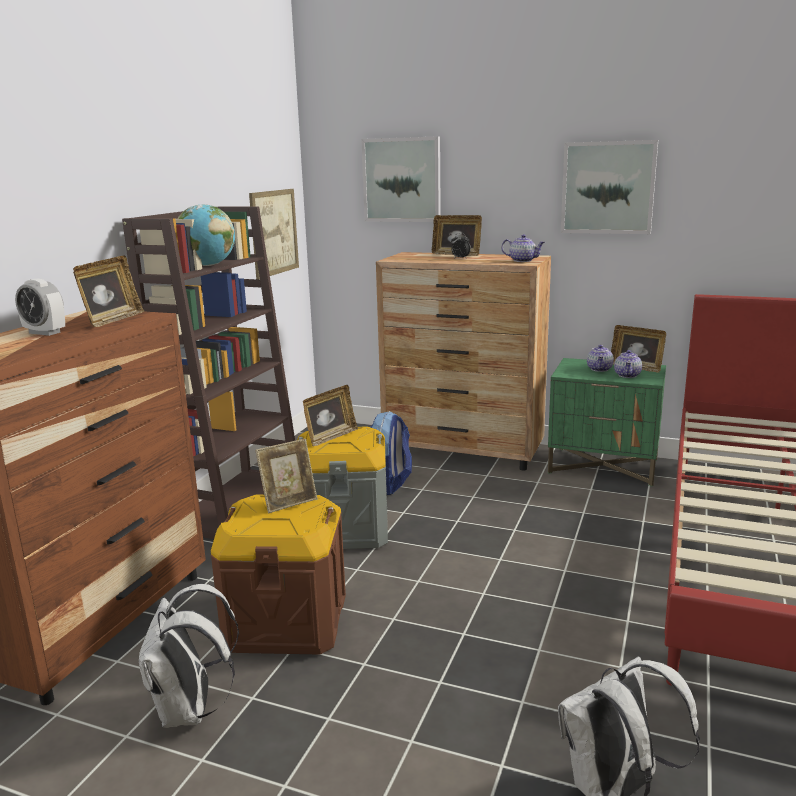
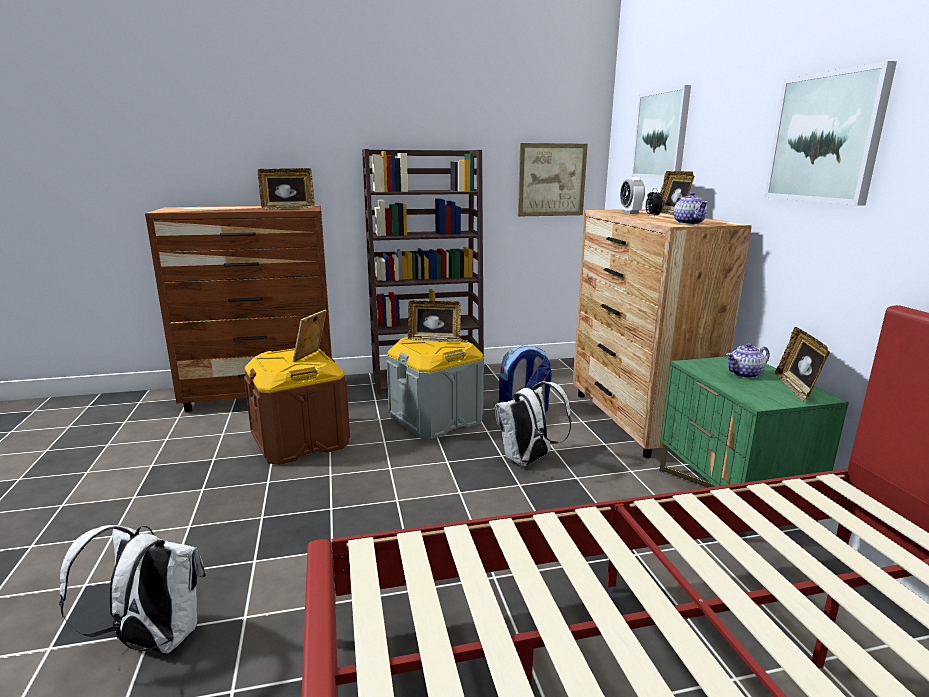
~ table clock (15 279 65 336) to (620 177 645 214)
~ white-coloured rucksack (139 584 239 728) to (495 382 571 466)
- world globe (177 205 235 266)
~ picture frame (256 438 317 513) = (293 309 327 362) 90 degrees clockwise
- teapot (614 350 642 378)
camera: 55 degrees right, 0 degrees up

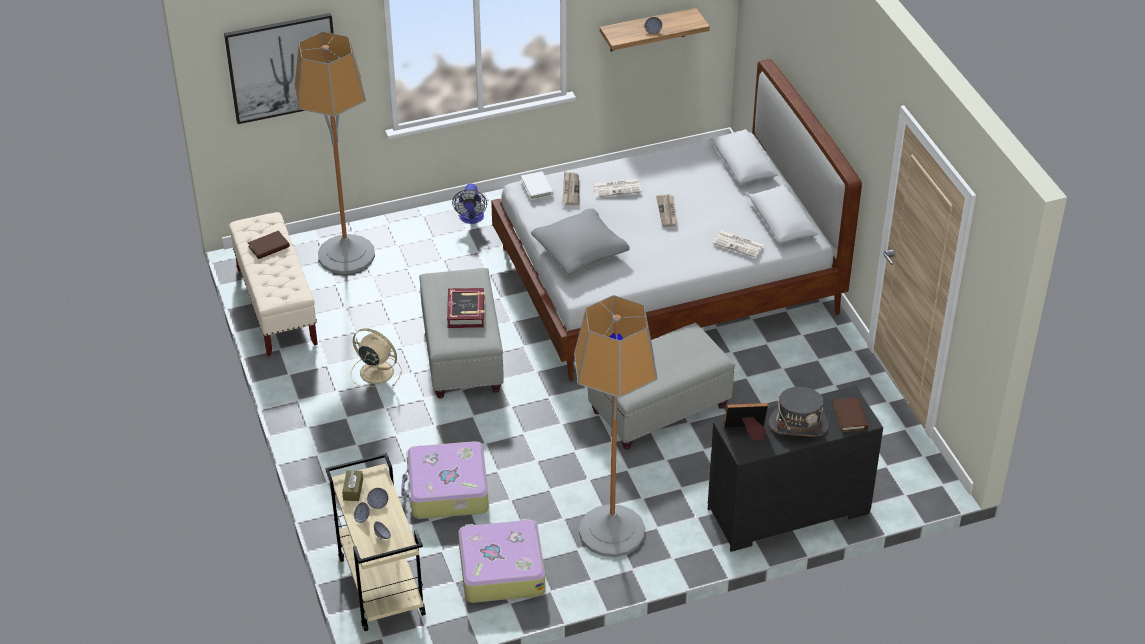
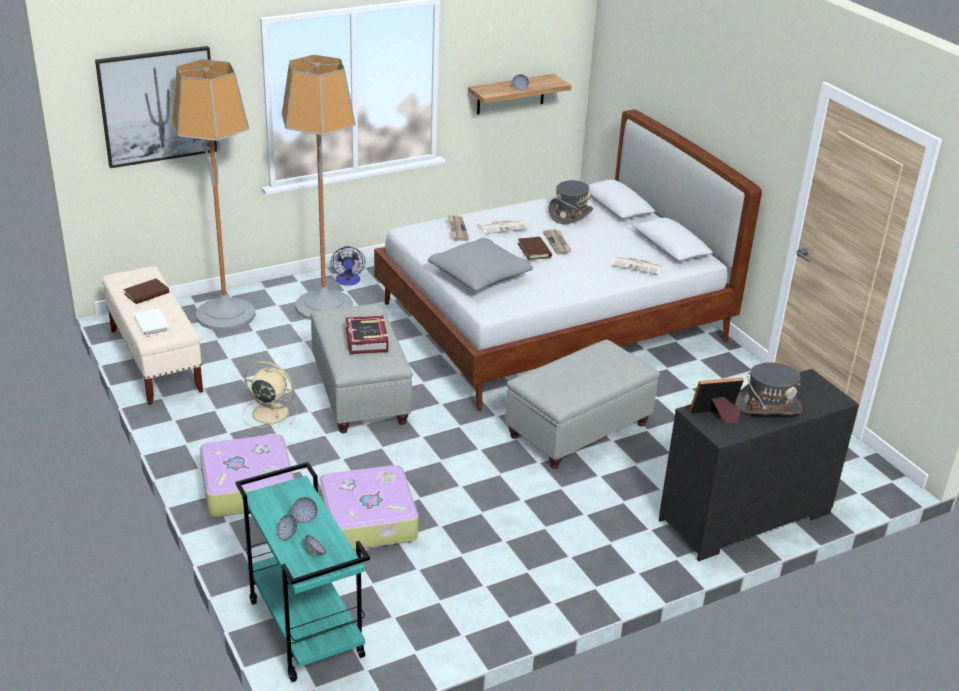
~ beige-coloured trolley (325 453 426 631) to turquoise trolley (236 462 370 682)
- brownish tissue holder (342 470 363 501)
~ travel case (458 519 545 603) to (200 433 294 517)
~ white-coloured book (521 171 553 200) to (134 308 170 337)
~ floor lamp (574 295 658 557) to (282 55 356 320)
~ brownish book (832 398 868 432) to (518 237 552 260)
+ grey clothing hat (548 180 594 224)
camera: 10 degrees left, 10 degrees down

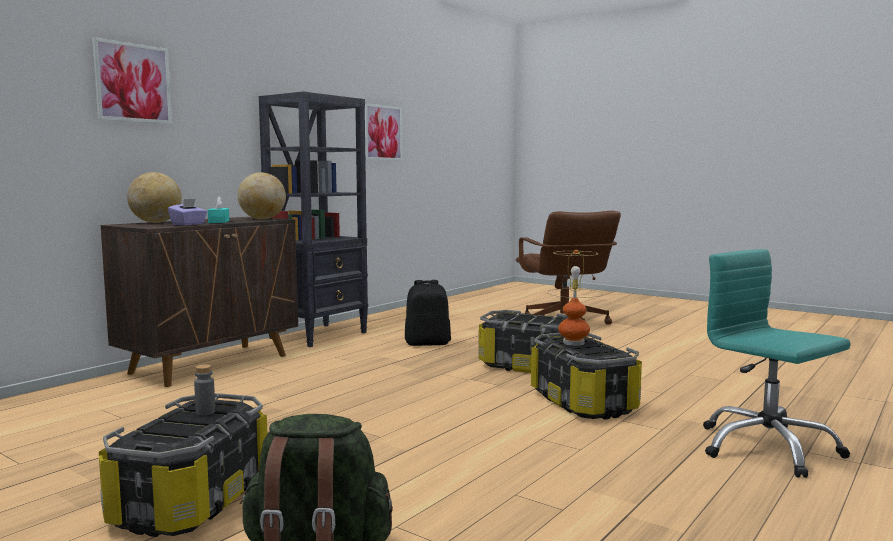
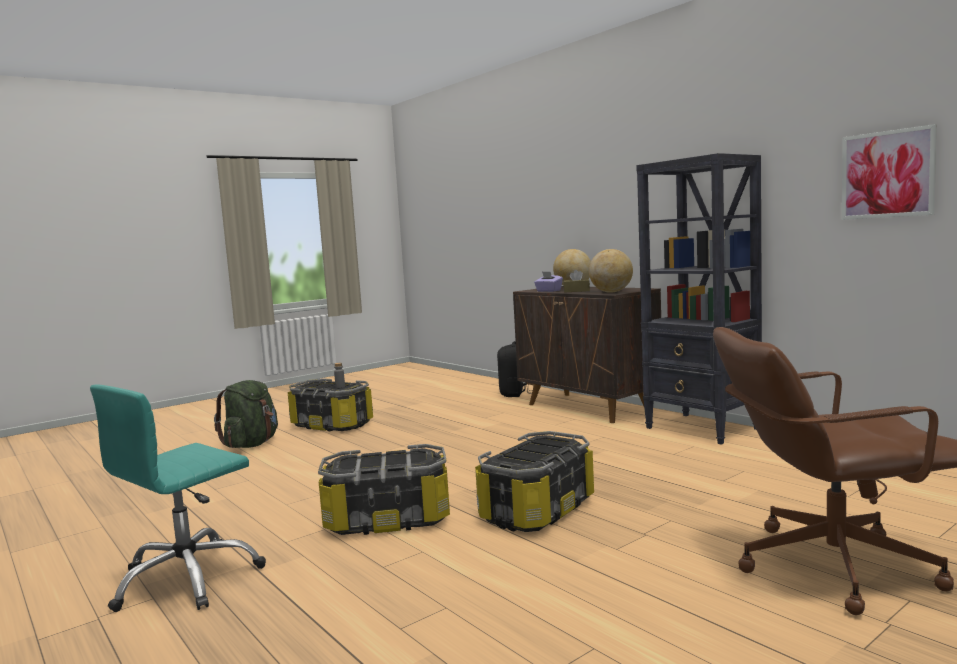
- wall art (92 37 172 124)
~ turquoise tissue holder (208 196 230 223) to brownish tissue holder (563 270 590 292)
~ black-coloured rucksack (405 280 451 346) to (497 341 532 397)
- lamp for a table (547 250 601 346)
~ turquoise office chair (703 249 851 478) = (90 384 266 612) 150 degrees clockwise
camera: 105 degrees right, 0 degrees up

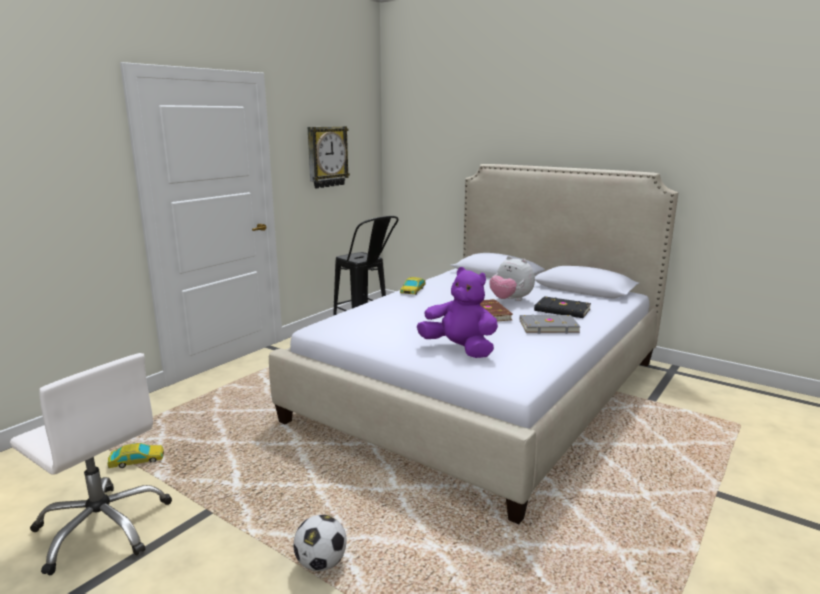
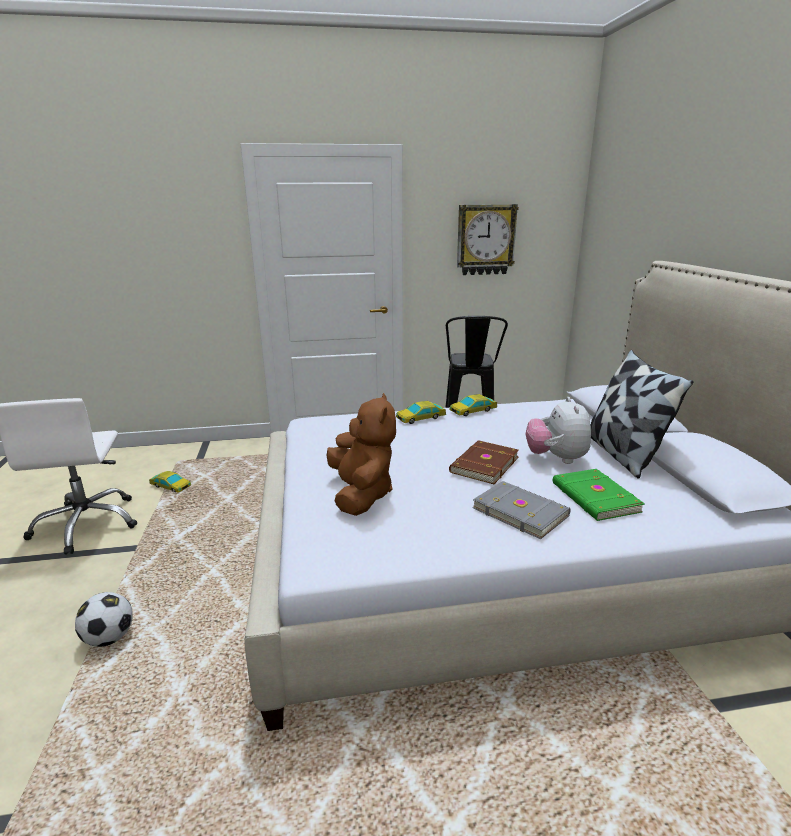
~ purple-coloured soft toy (417 267 498 358) to brownish soft toy (327 393 396 516)
~ black-coloured book (534 296 591 318) to greenish book (553 469 645 521)
+ model car (396 401 446 424)
+ cushion (591 350 694 479)
camera: 45 degrees right, 5 degrees up

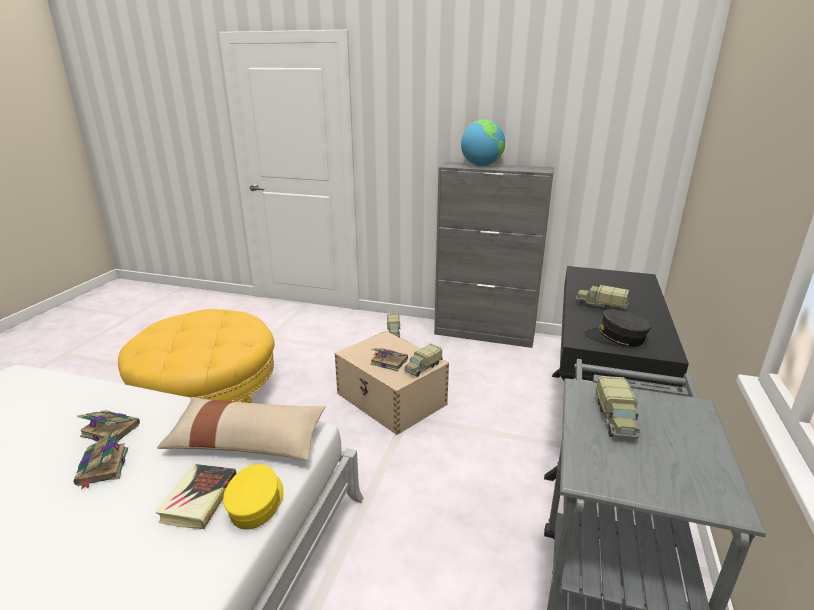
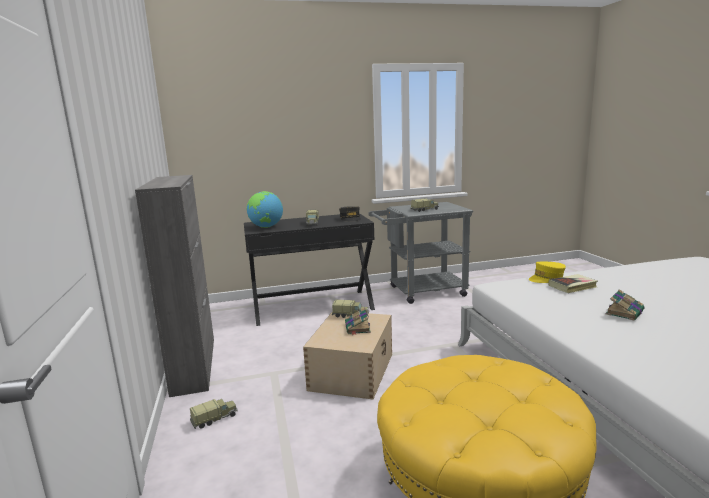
- book (77 410 140 443)
- beige-coloured cushion (157 397 326 461)
~ world globe (461 120 505 166) to (247 191 283 228)
camera: 120 degrees left, 10 degrees down

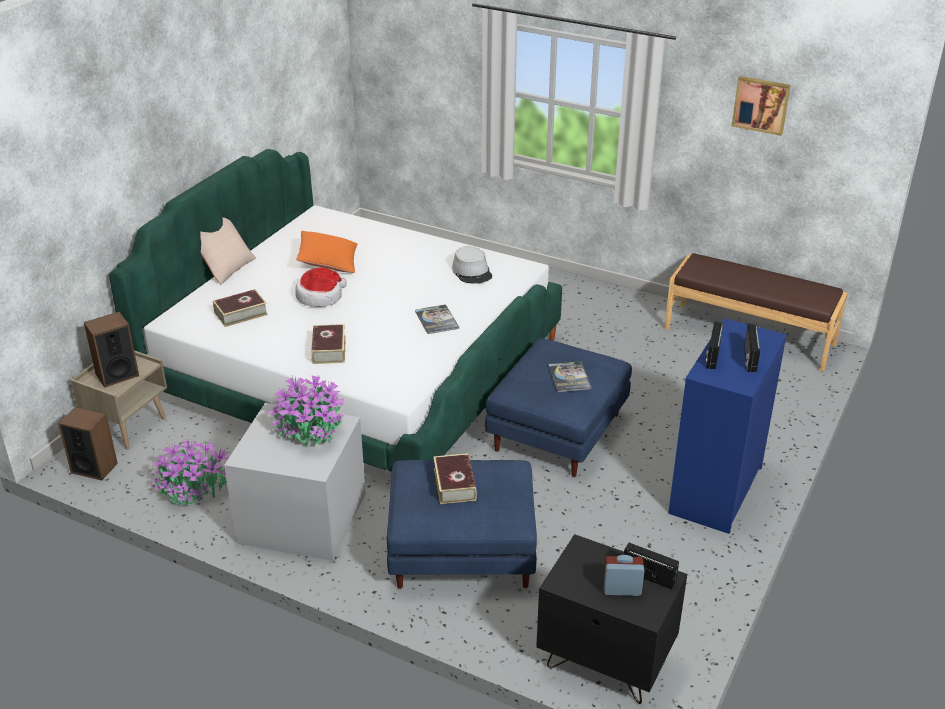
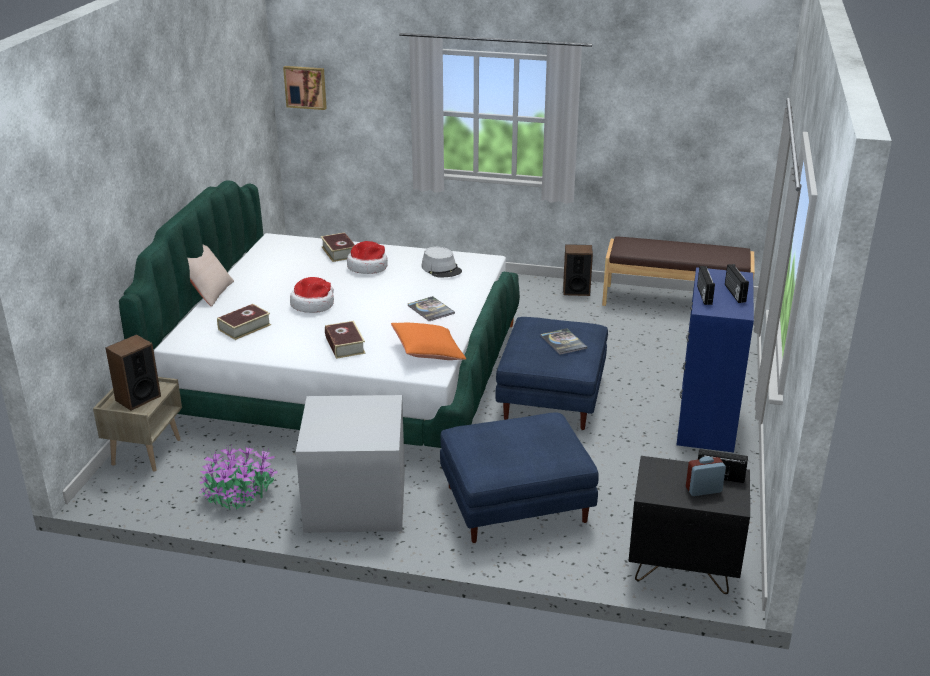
~ loudspeaker (58 407 118 480) to (563 244 593 296)
- houseplant (268 374 343 447)
~ orangey cushion (296 231 357 273) to (391 323 466 360)
~ book (433 453 477 504) to (321 232 355 262)
~ wall art (732 76 791 136) to (283 66 327 110)
+ clothing hat (347 241 388 274)
camera: 15 degrees left, 5 degrees down

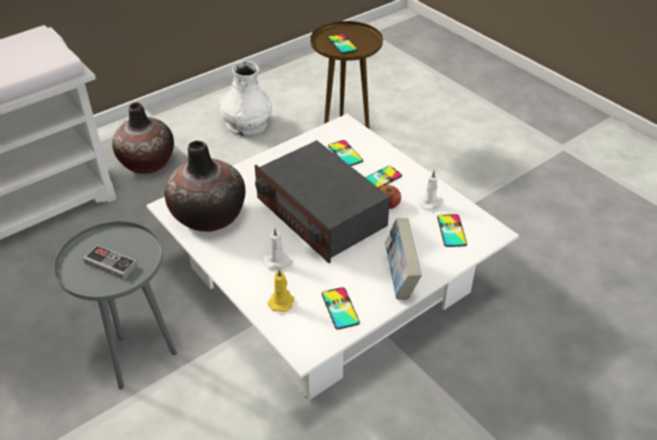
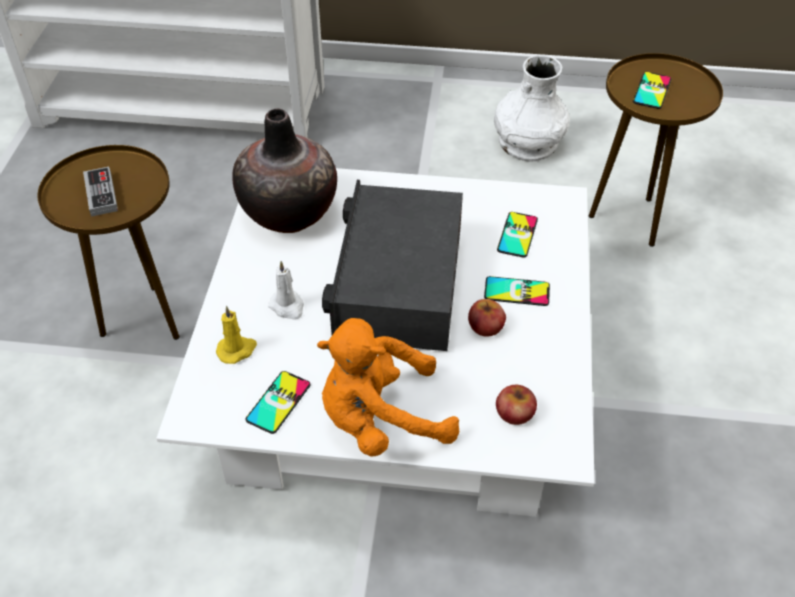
~ grey side table (54 221 177 389) to brownish side table (37 145 180 340)
- flower vase (112 102 174 174)
~ book (385 218 422 300) to orangey soft toy (317 318 459 457)
- white-coloured wax light (418 170 443 210)
~ handset (437 214 467 247) to apple fruit (496 385 537 425)
camera: 45 degrees right, 5 degrees up

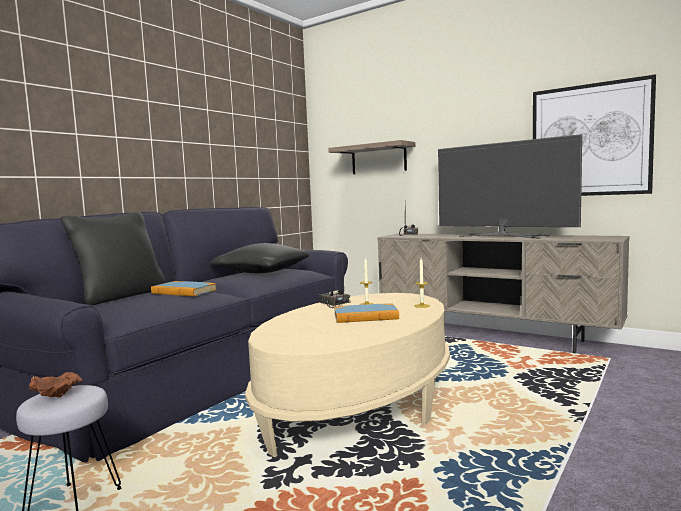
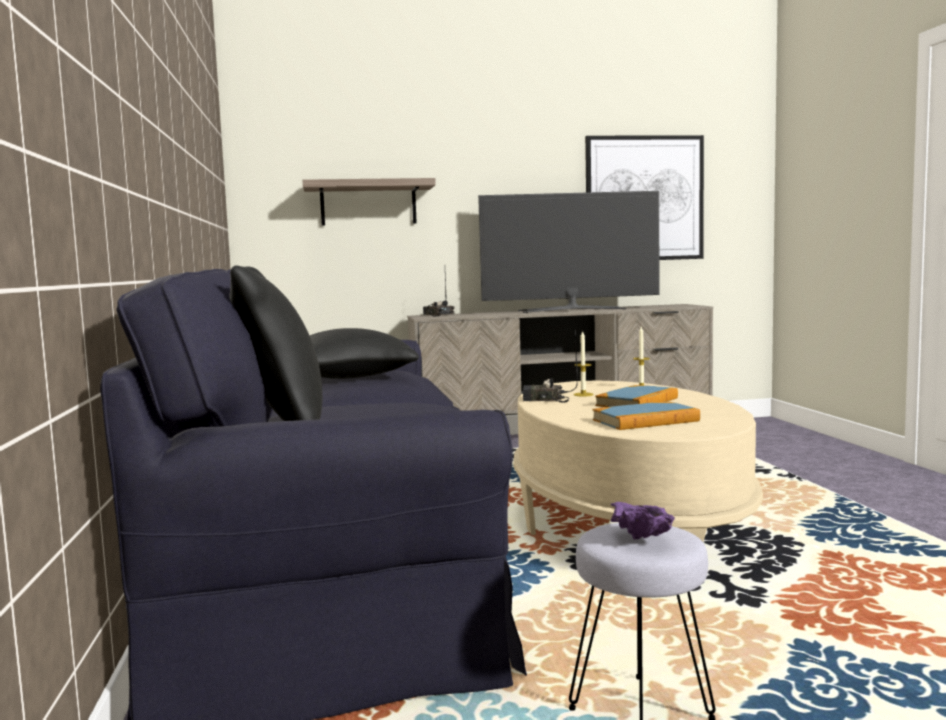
~ brownish bowl (29 372 82 397) to purple-coloured bowl (611 502 675 540)
~ book (151 281 217 296) to (593 402 700 430)
camera: 45 degrees left, 0 degrees up

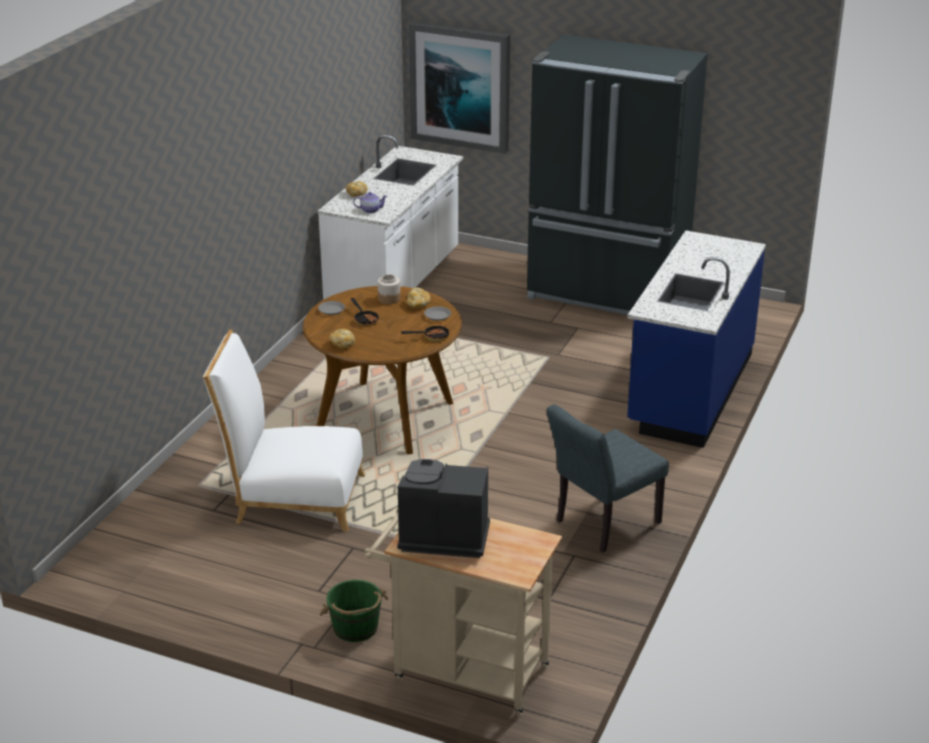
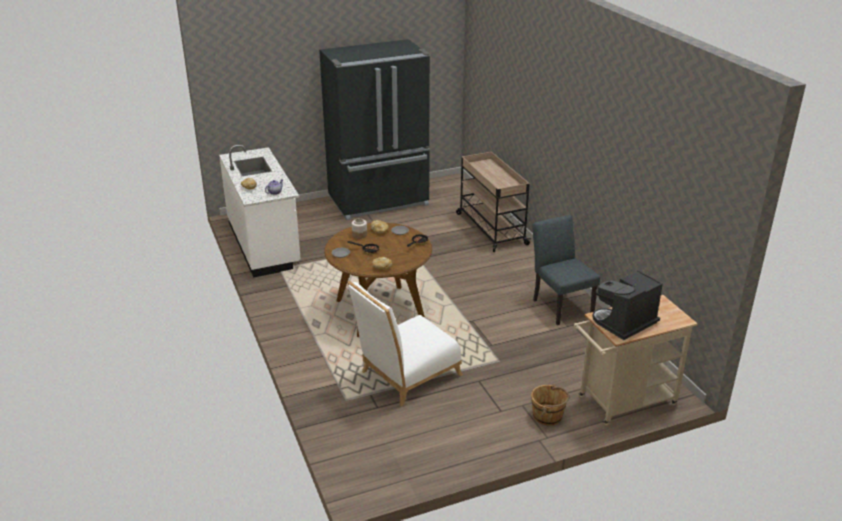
~ greenish bucket (319 580 389 642) to brownish bucket (531 384 570 425)
- wall art (408 21 510 154)
~ grey plain chair (546 404 669 553) = (532 215 600 325) 150 degrees clockwise
~ blue-coloured kitchen counter (627 231 766 448) to beige-coloured trolley (456 152 531 252)
camera: 45 degrees left, 0 degrees up

